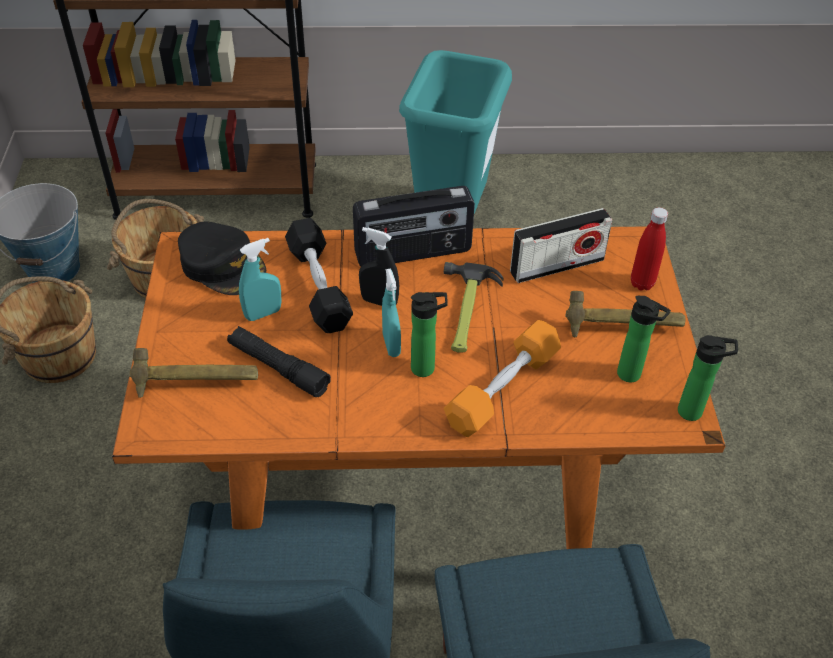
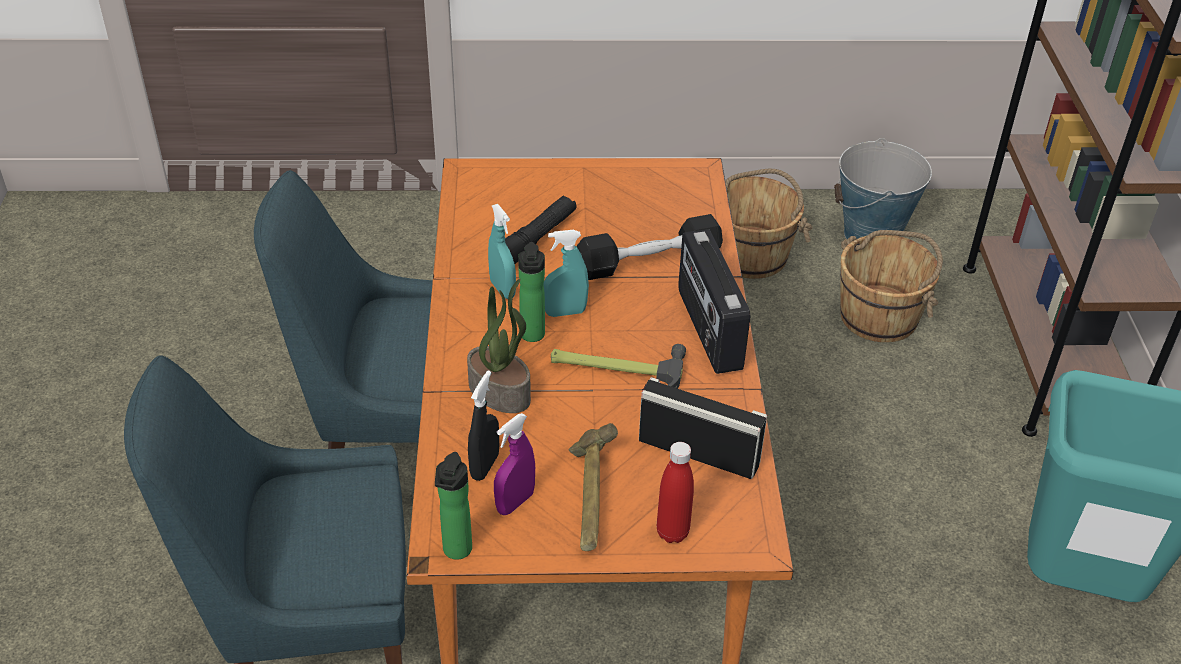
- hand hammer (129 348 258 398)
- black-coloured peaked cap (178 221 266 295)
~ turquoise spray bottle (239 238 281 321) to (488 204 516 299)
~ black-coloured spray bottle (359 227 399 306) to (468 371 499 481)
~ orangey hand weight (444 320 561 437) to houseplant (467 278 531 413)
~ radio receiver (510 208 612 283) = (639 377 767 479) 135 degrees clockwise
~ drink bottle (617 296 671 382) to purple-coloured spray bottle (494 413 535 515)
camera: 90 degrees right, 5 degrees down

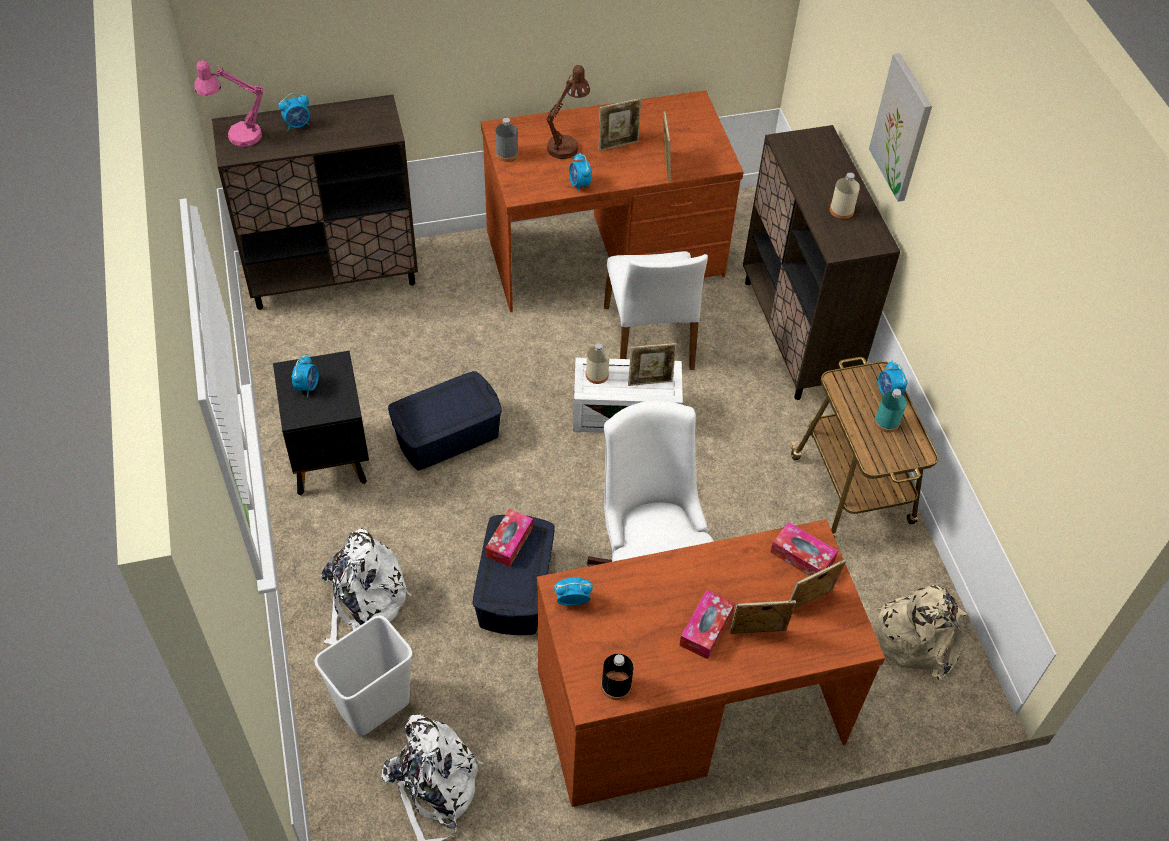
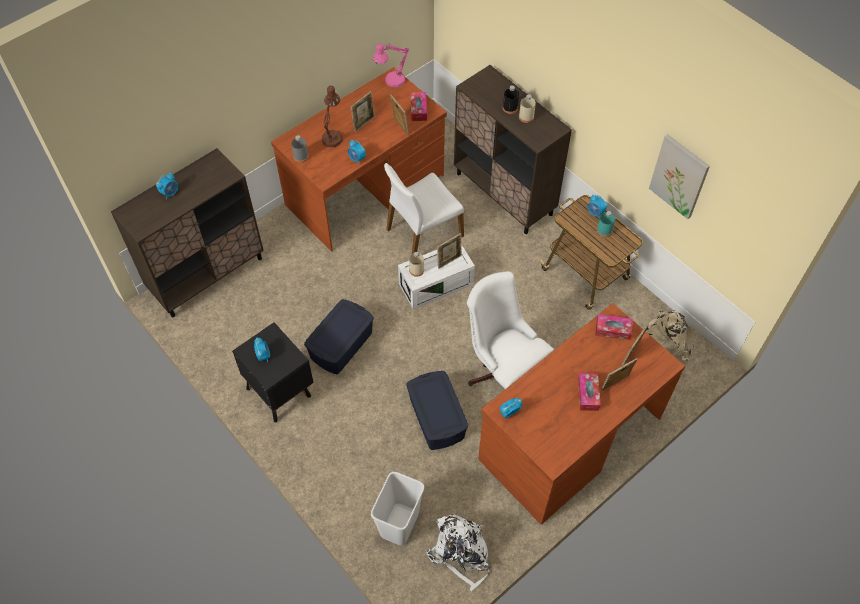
~ pinkish lamp for a table (194 60 264 147) to (373 43 409 88)
- white-coloured rucksack (320 528 411 644)
~ tissue holder (486 509 533 567) to (411 92 427 121)
~ black-coloured drink bottle (601 654 633 700) to (503 85 519 114)
~ white-coloured plain chair (604 251 708 370) = (384 163 464 254) 90 degrees clockwise
~ wall art (869 53 932 202) to (649 134 710 219)
camera: 25 degrees left, 5 degrees up

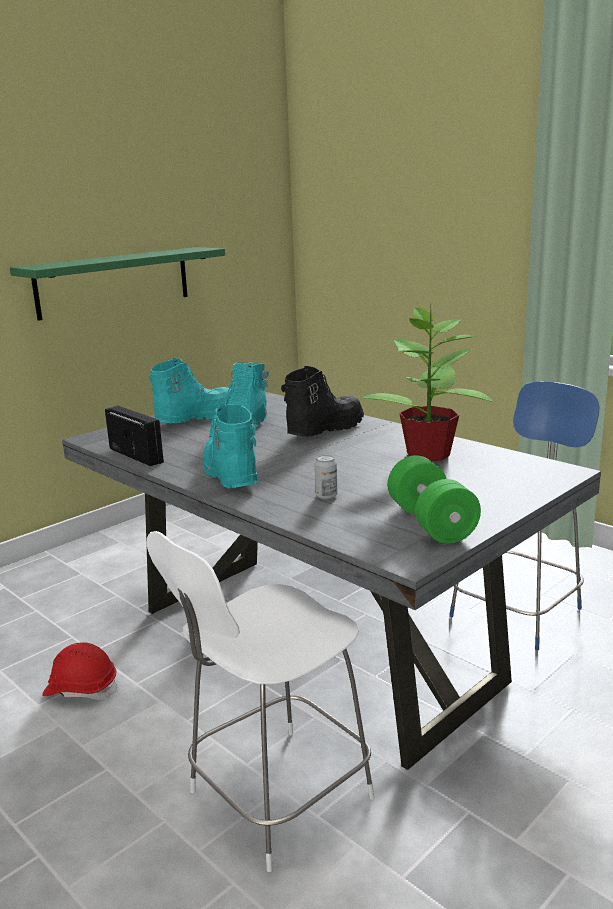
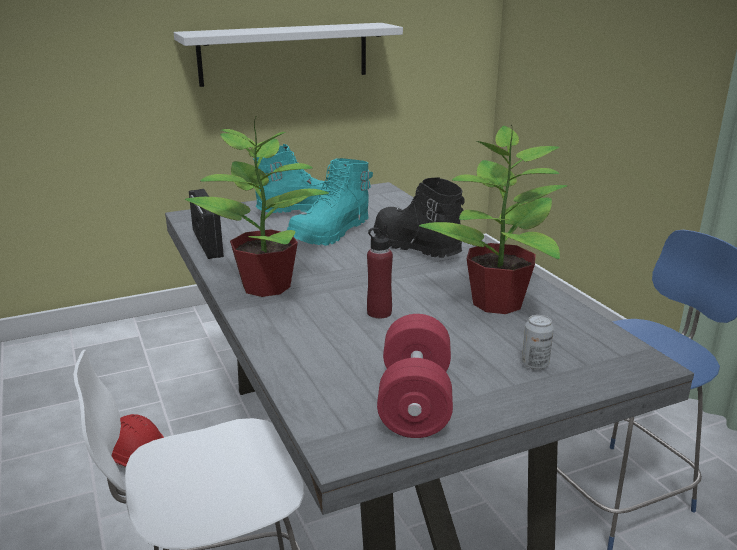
~ greenish wall shelf (10 247 225 321) to white-coloured wall shelf (174 23 403 87)
~ turquoise high-top boot (204 405 258 488) to houseplant (185 115 329 297)
~ black-coloured high-top boot (281 366 364 437) = (374 177 465 258) 105 degrees counterclockwise
~ sealed can (314 455 337 499) to (522 315 554 370)
~ greenish hand weight (387 455 481 544) to red-coloured hand weight (377 314 453 438)
+ red-coloured drink bottle (367 225 393 319)
camera: 20 degrees right, 5 degrees up

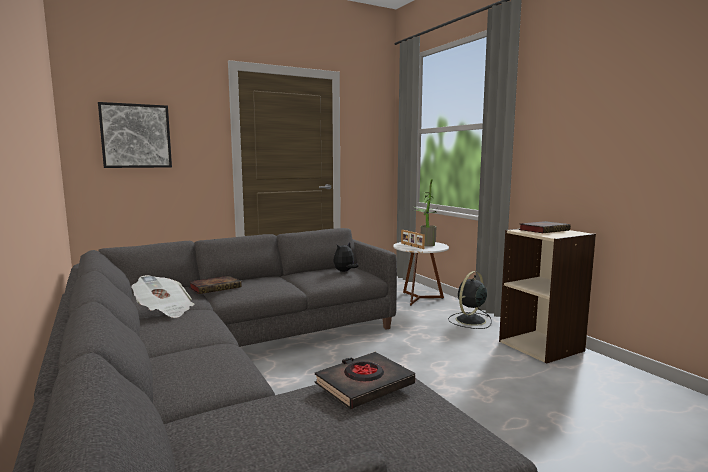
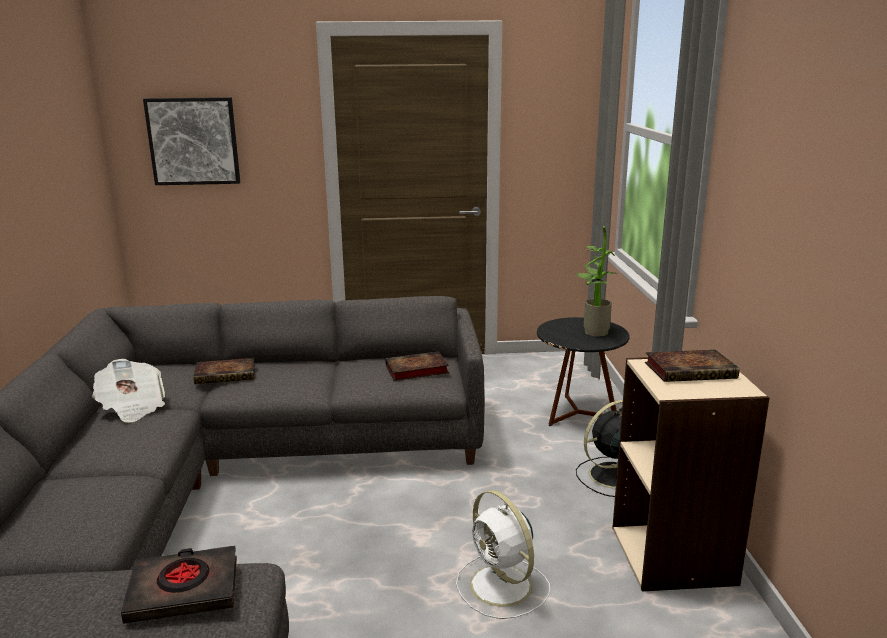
~ soft toy (333 242 358 272) to book (385 351 449 381)
~ white-coloured side table (393 242 449 306) to black-coloured side table (537 317 630 426)
- picture frame (401 230 425 249)
+ white-coloured fan (456 490 550 619)
camera: 25 degrees right, 10 degrees up

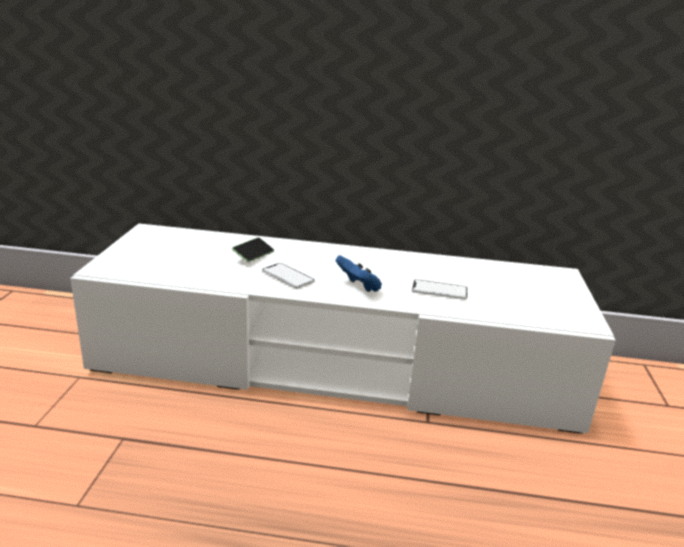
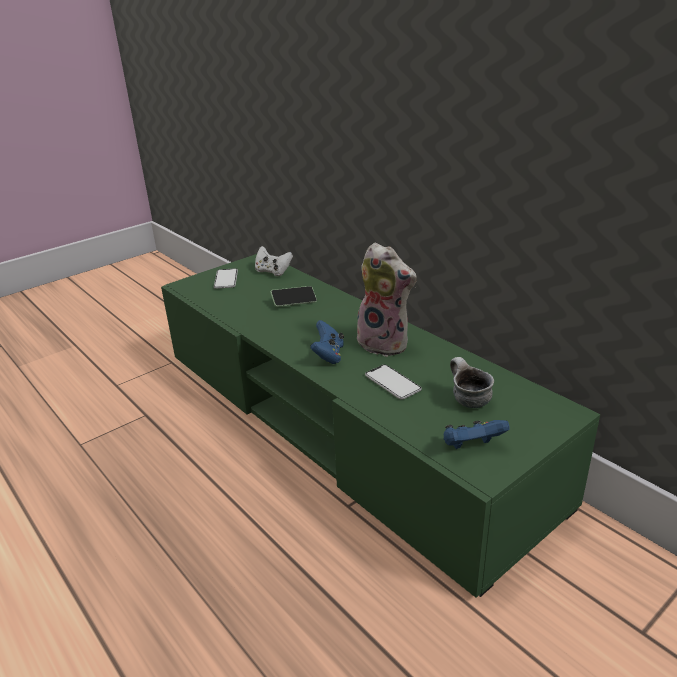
~ white-coloured tv unit (70 223 615 434) to greenish tv unit (161 254 600 598)
~ handset (262 263 315 288) to (214 268 238 289)
+ white-coloured game controller (255 246 293 276)
+ soft toy (357 243 417 357)
+ blue-coloured game controller (443 420 510 449)
+ coffee mug (450 357 494 408)
camera: 45 degrees right, 5 degrees up

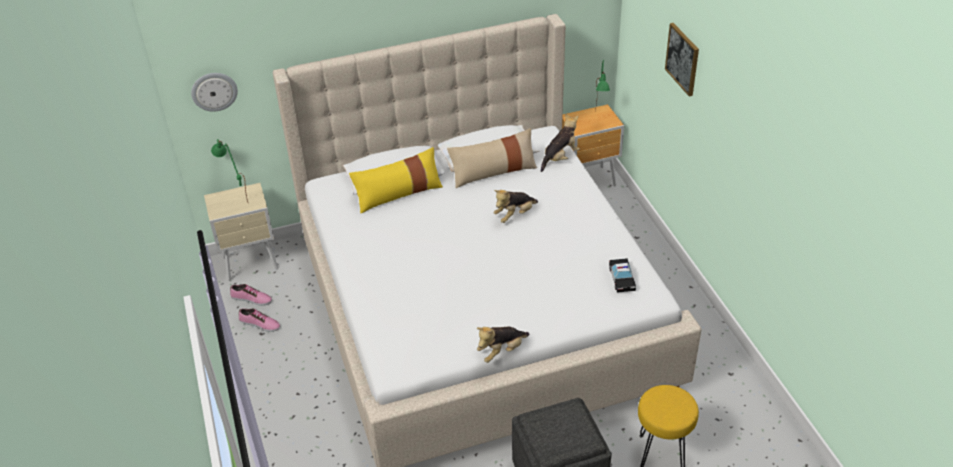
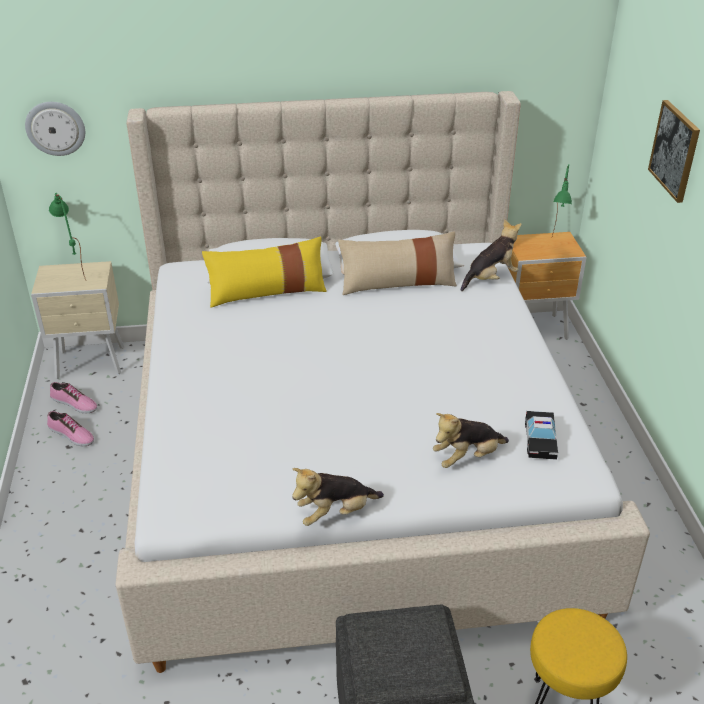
~ soft toy (494 190 538 223) to (433 413 509 468)
camera: 10 degrees right, 5 degrees down

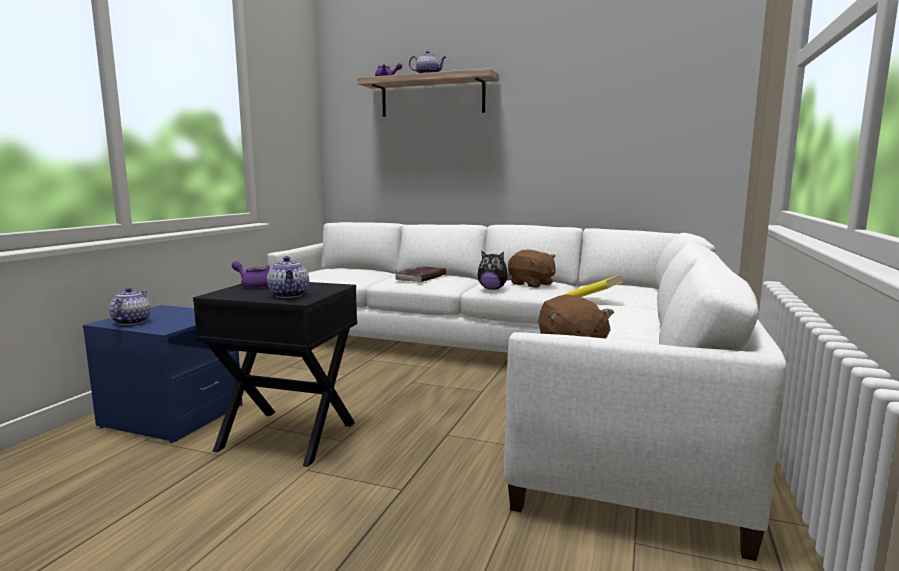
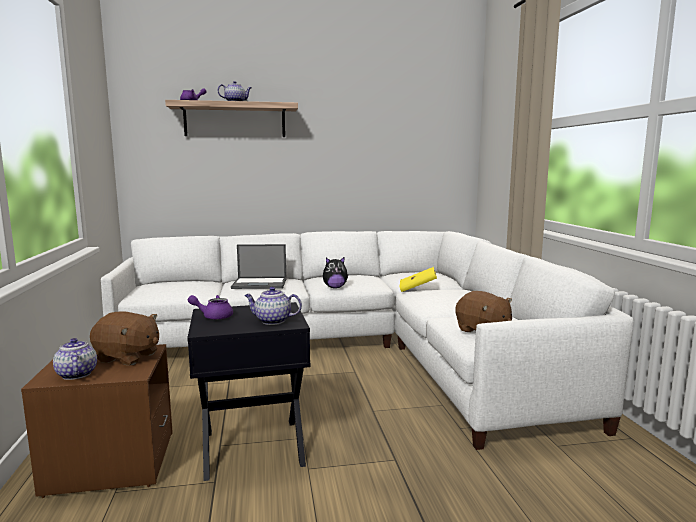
~ blue-coloured bedside table (83 305 243 443) to brownish bedside table (21 344 173 498)
~ teapot (267 256 309 298) = (244 287 302 325) 150 degrees clockwise
~ book (395 266 446 282) to laptop (231 244 286 289)
~ brownish soft toy (508 250 556 288) to (90 311 159 365)
camera: 30 degrees left, 0 degrees up

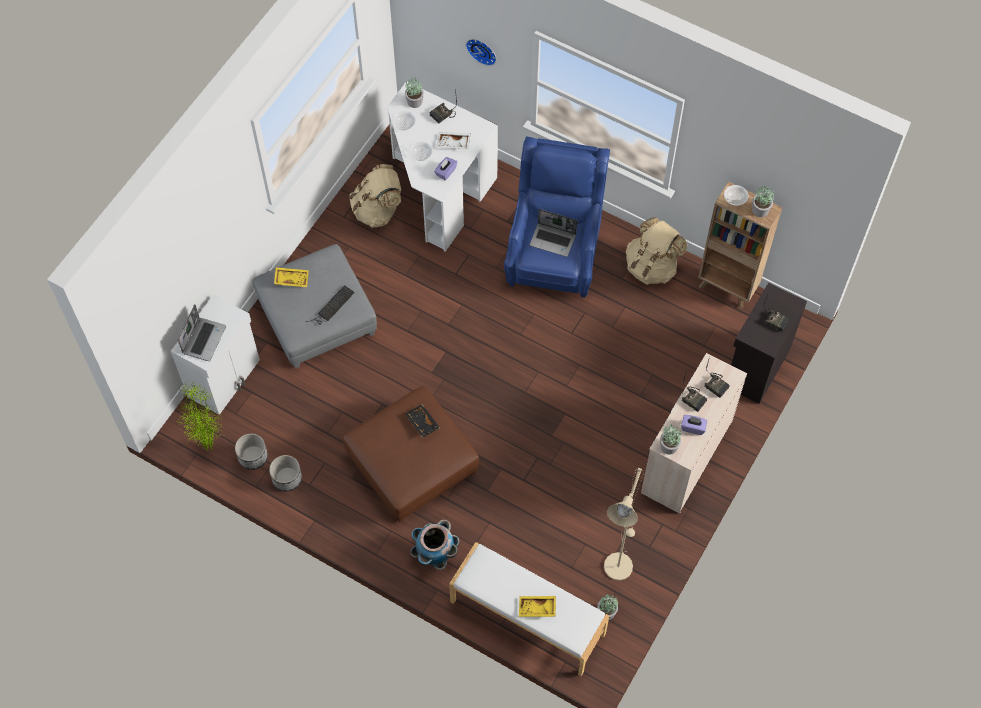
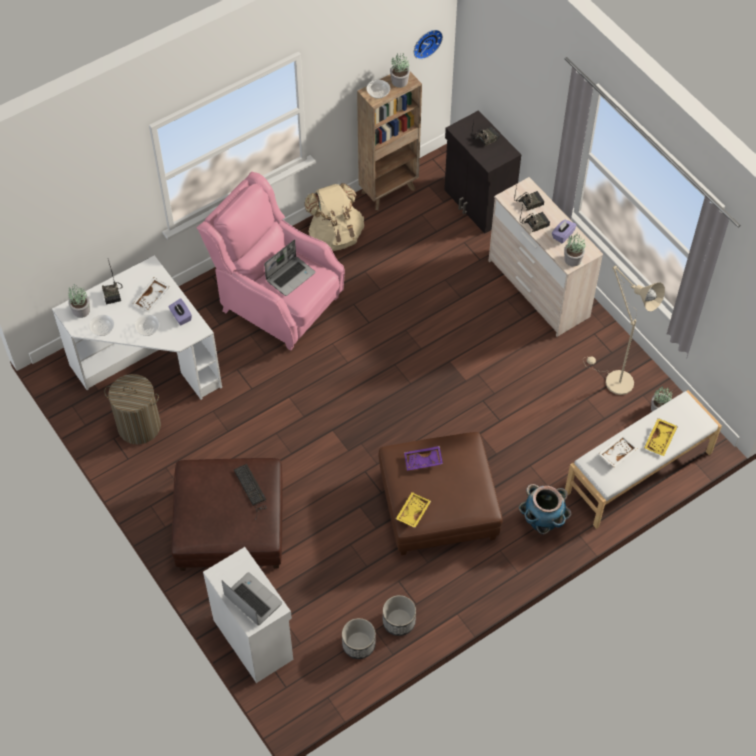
- houseplant (179 381 224 452)
~ grey pouffe (252 244 377 368) to brownish pouffe (171 458 282 571)
~ yellow tray (274 267 309 287) to (396 492 431 528)
~ beige-coloured rucksack (349 164 401 228) to washing basket (104 374 161 444)
~ black-coloured tray (405 404 440 438) to purple-coloured tray (404 446 443 471)
~ hanging clock (466 39 496 66) to (414 30 443 59)
~ blue-coloured armchair (504 136 610 298) to pinkish armchair (196 172 345 350)
+ white-coloured tray (598 435 638 467)
camera: 65 degrees left, 5 degrees down

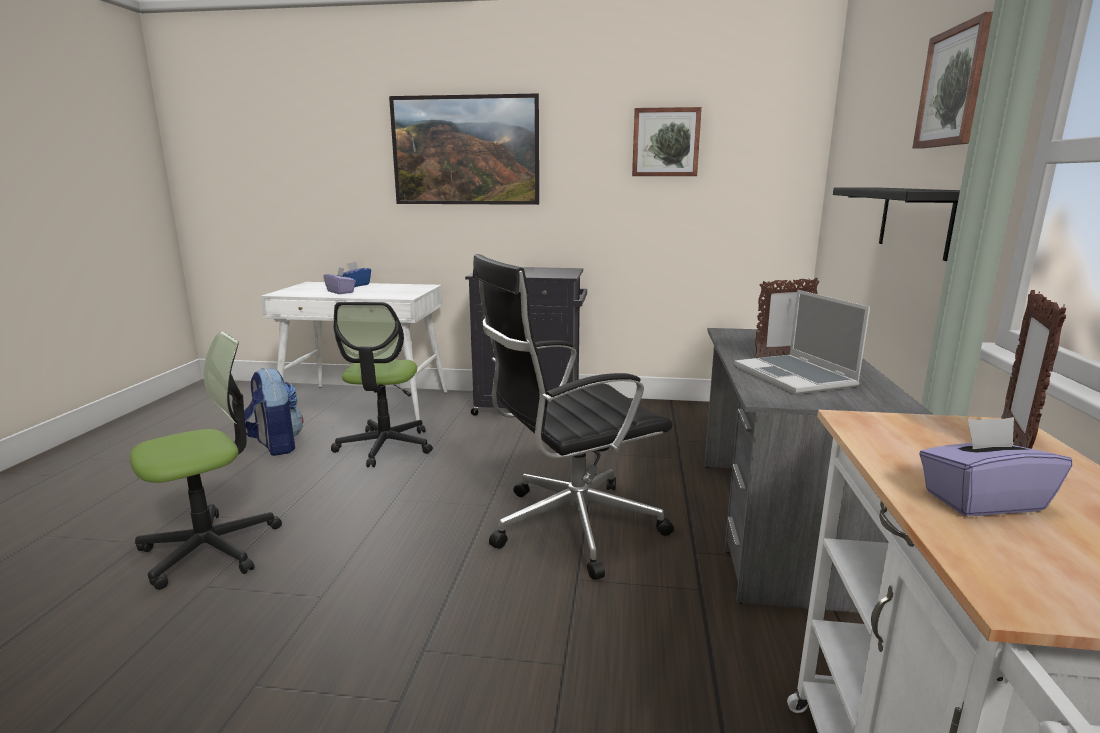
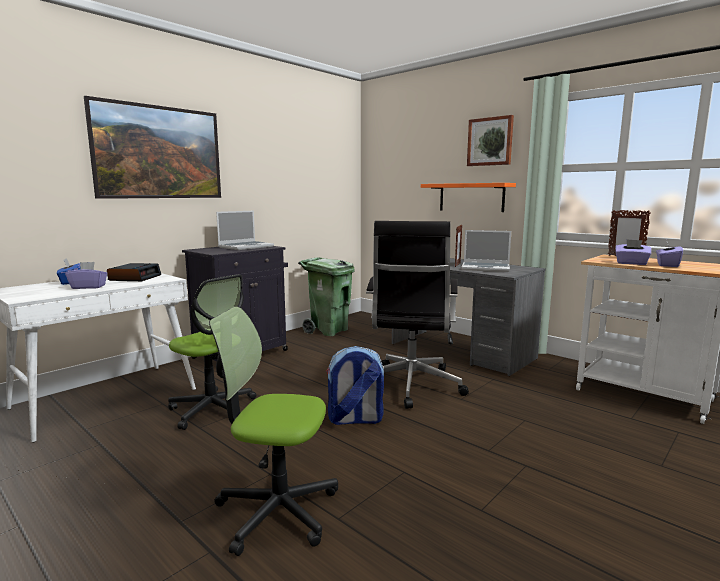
~ office chair (130 332 282 590) = (209 307 338 556) 75 degrees counterclockwise
~ rucksack (244 368 303 456) to (326 346 384 425)
- wall art (632 107 702 176)
~ black-coloured wall shelf (833 188 960 261) to orangey wall shelf (421 183 516 212)
+ table clock (107 263 161 281)
+ laptop (216 211 274 250)
+ greenish waste bin (298 257 355 336)
+ purple-coloured tissue holder (615 239 651 265)
camera: 55 degrees left, 5 degrees down

